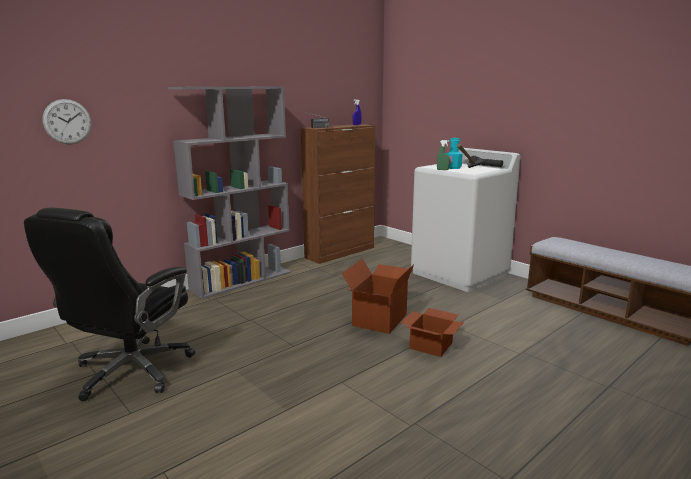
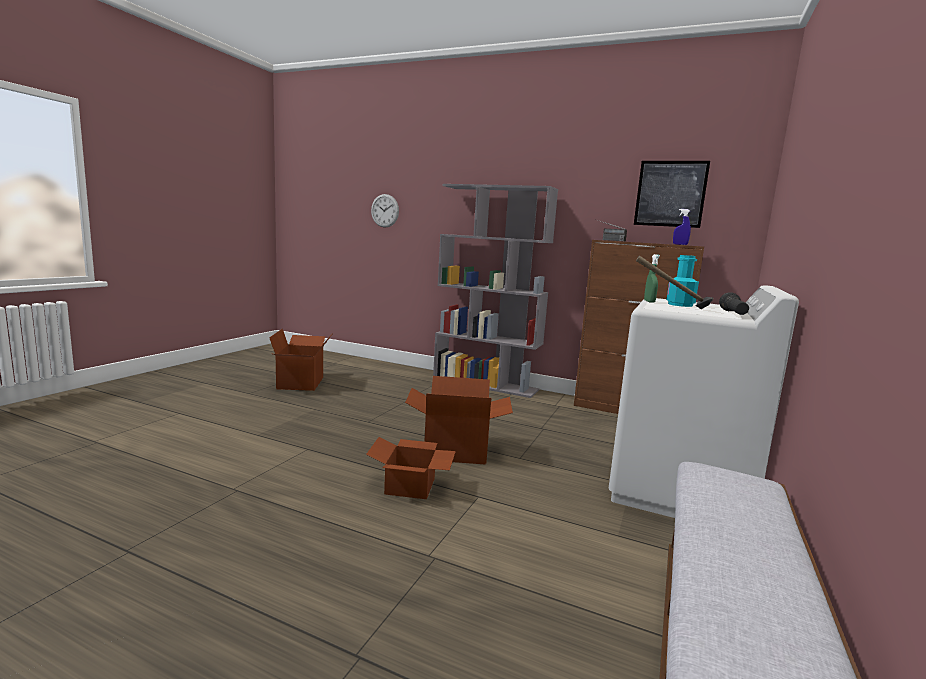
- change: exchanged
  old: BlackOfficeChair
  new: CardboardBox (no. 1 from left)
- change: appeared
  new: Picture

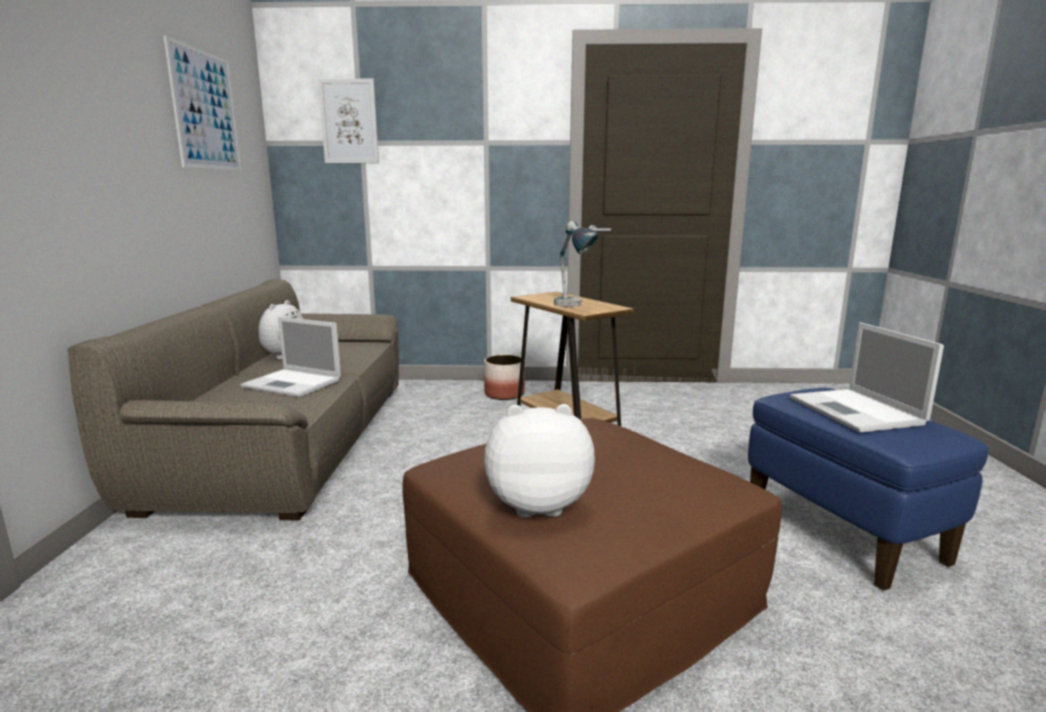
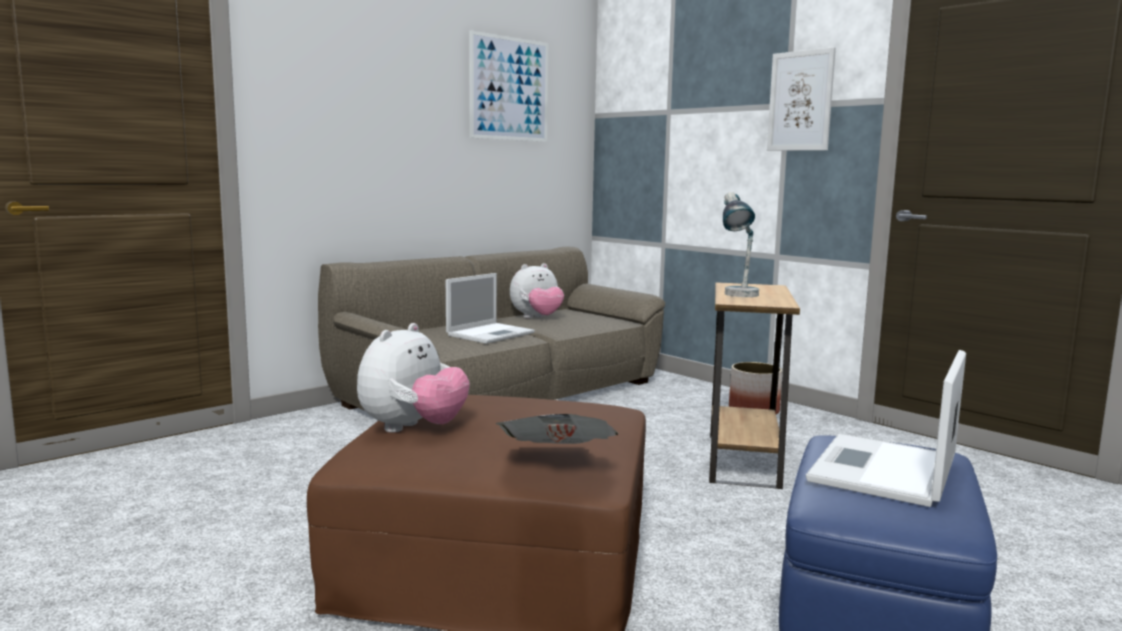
- change: spun
  old: PlushToy (no. 2 from left in the first image)
  degrees: 75
- change: spun
  old: Laptop (no. 1 from left)
  degrees: -120
- change: appeared
  new: Newspaper
- change: relocated
  old: Picture (no. 2 from left)

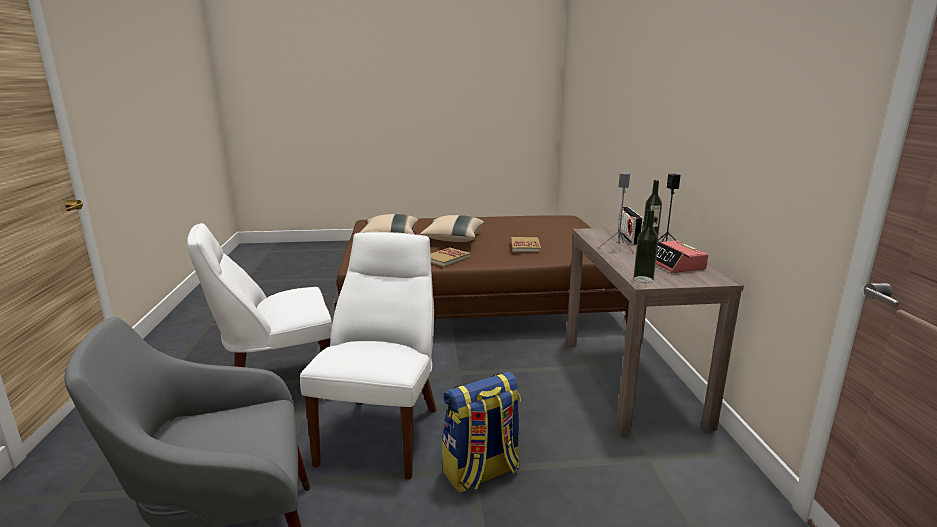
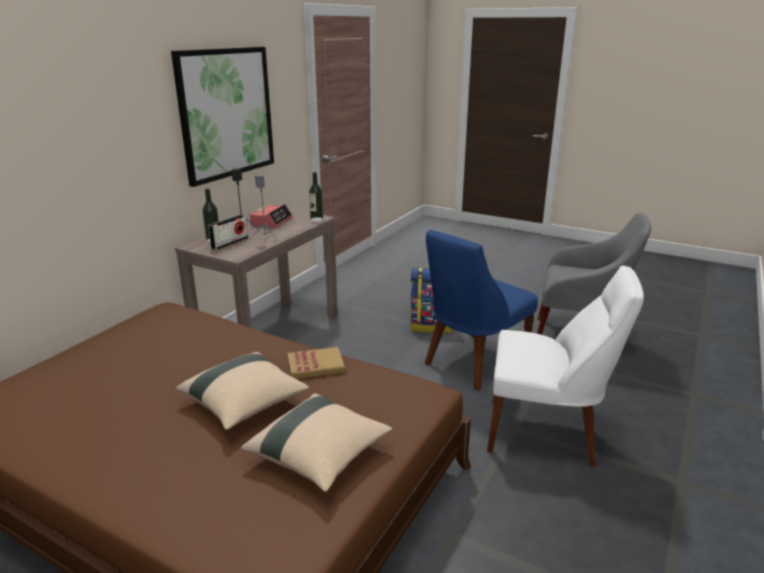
- change: appeared
  new: Picture
- change: colour
  old: WhiteChair (no. 2 from left)
  new: BlueChair
- change: missing
  old: Book (no. 2 from left)

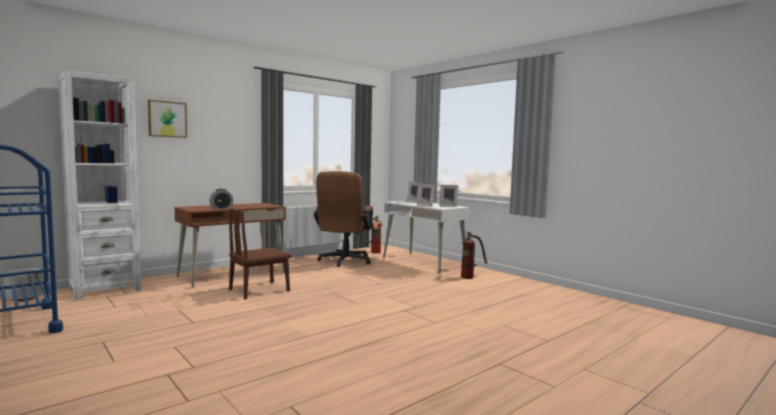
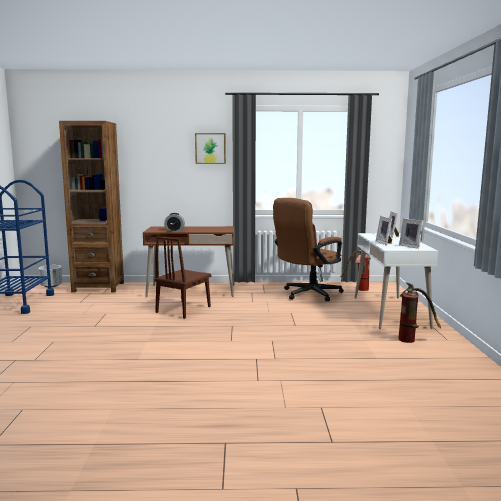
- change: colour
  old: WhiteBookcase
  new: BrownBookcase
- change: spun
  old: BrownChair
  degrees: -60
- change: relocated
  old: Picture

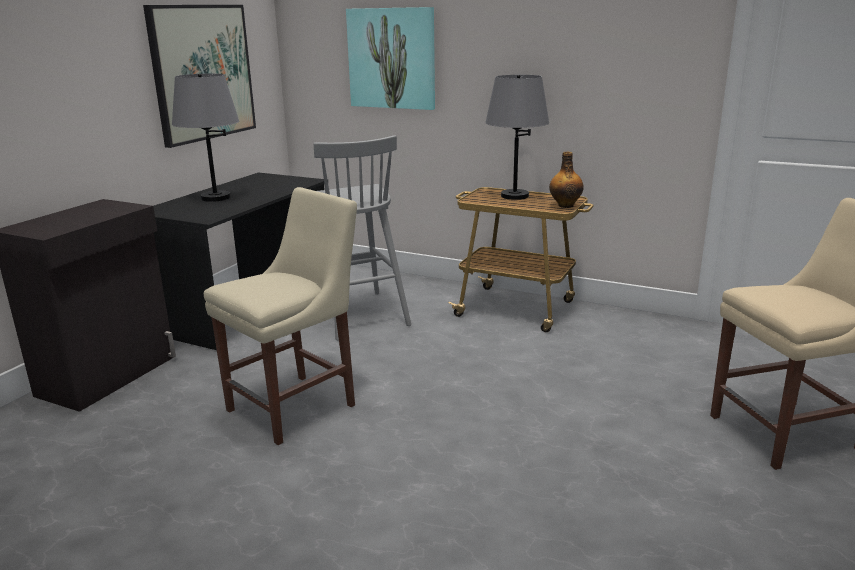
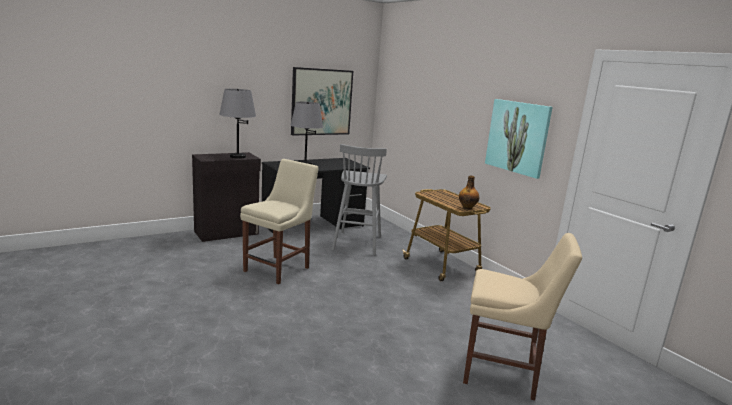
- change: relocated
  old: GreyTableLamp (no. 2 from left in the first image)
  new: GreyTableLamp (no. 1 from left)
- change: spun
  old: BeigeChair (no. 1 from left)
  degrees: -45
- change: relocated
  old: Picture (no. 2 from left)

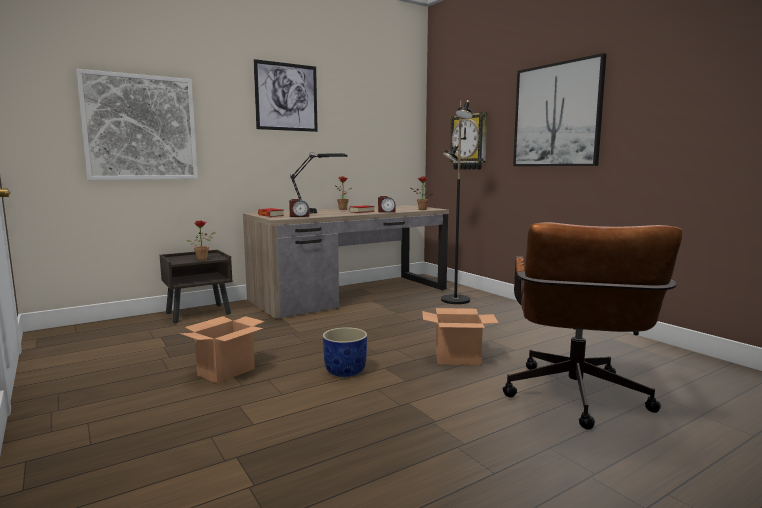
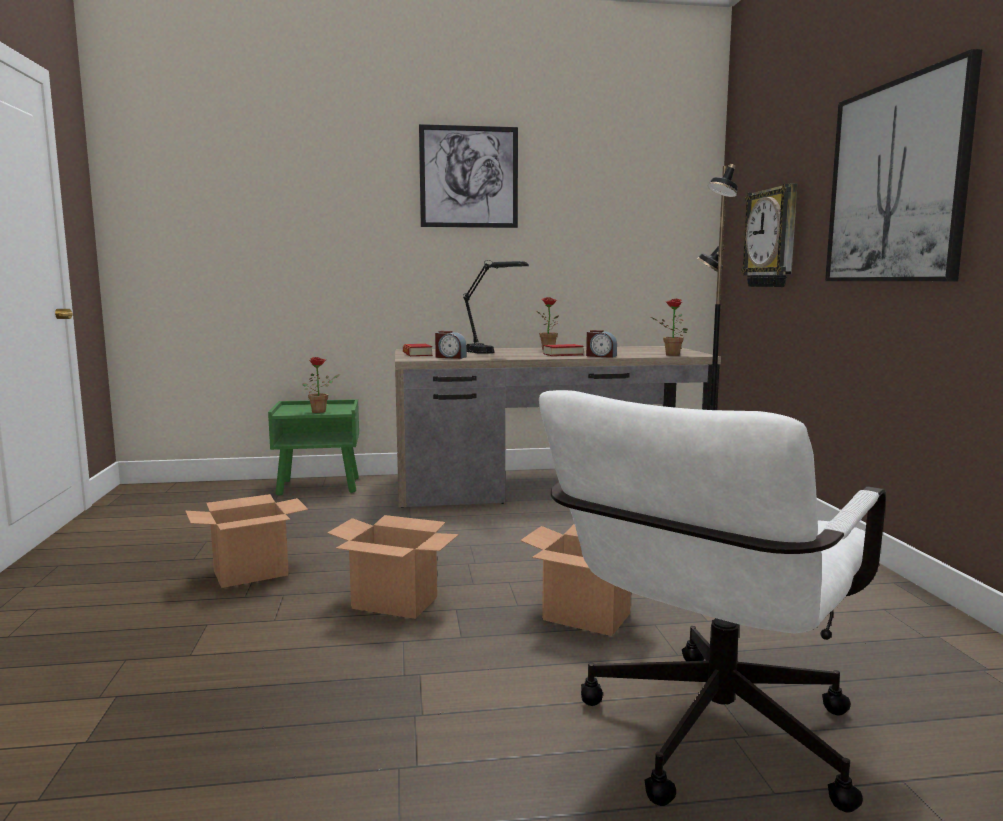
- change: colour
  old: BrownNightstand
  new: GreenNightstand
- change: exchanged
  old: BluePlanter
  new: CardboardBox (no. 2 from left)
- change: colour
  old: BrownOfficeChair
  new: WhiteOfficeChair
- change: missing
  old: Picture (no. 1 from left)

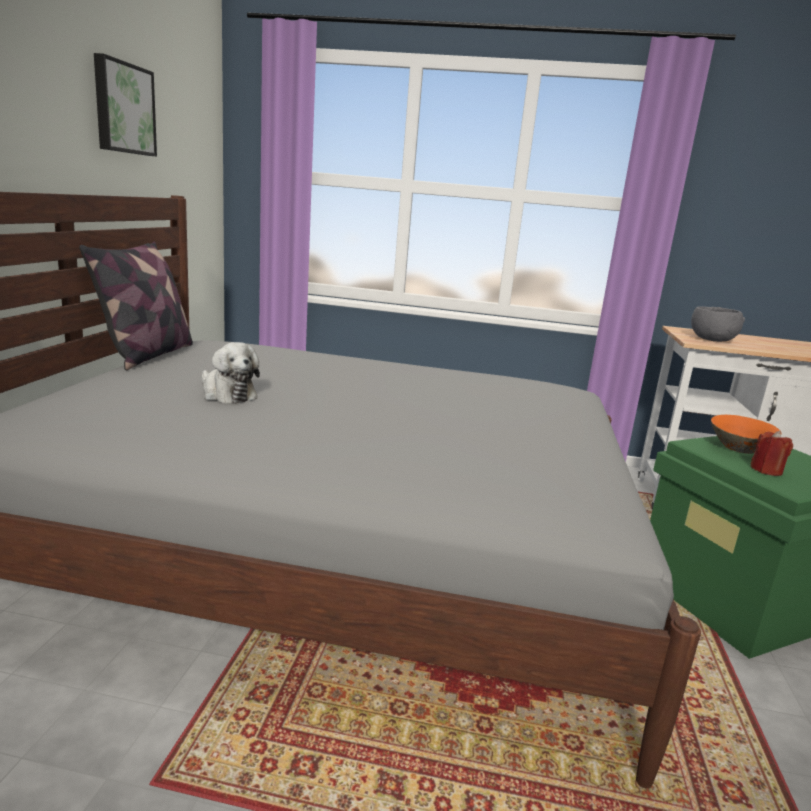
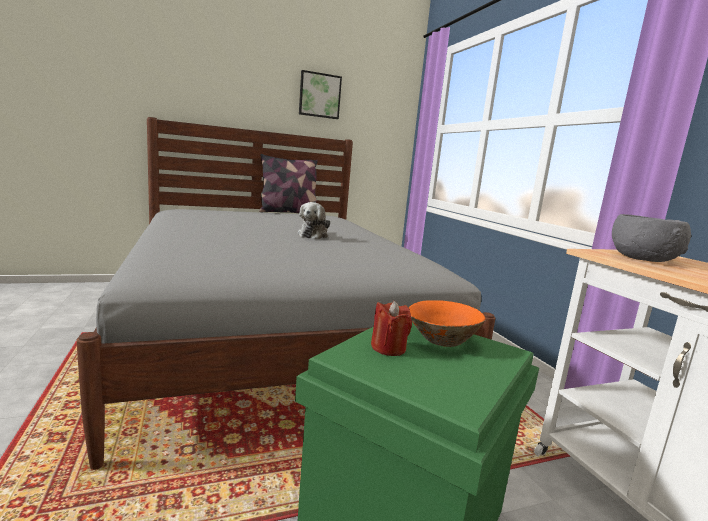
- change: relocated
  old: PlushToy

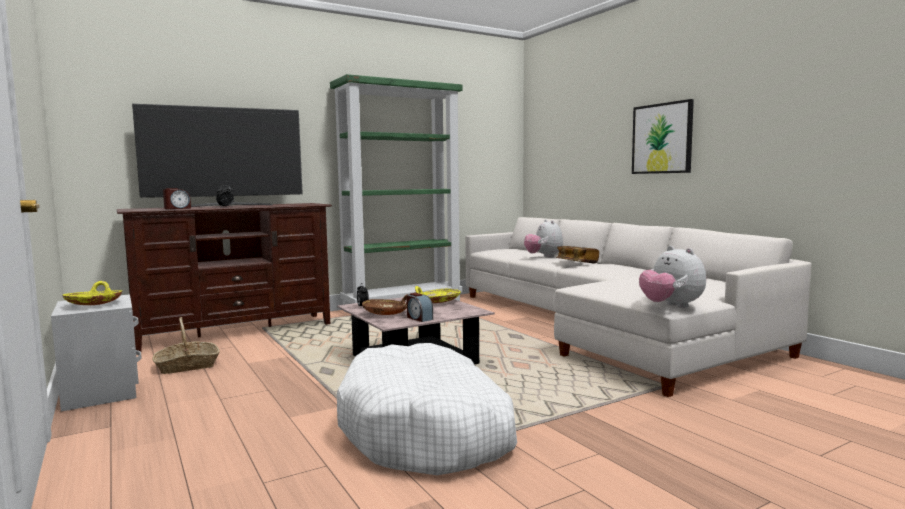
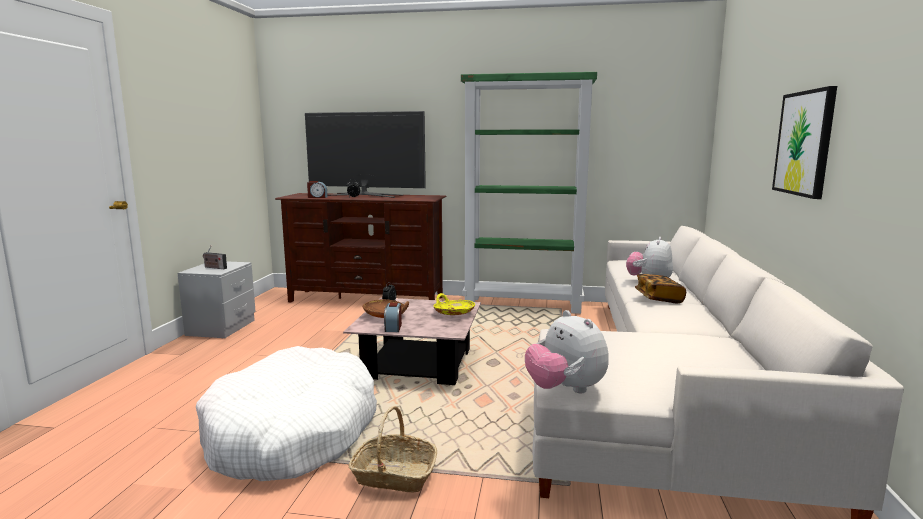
- change: exchanged
  old: YellowBowl (no. 1 from left)
  new: Radio
- change: relocated
  old: Basket
- change: spun
  old: PlushToy (no. 2 from left in the first image)
  degrees: -45

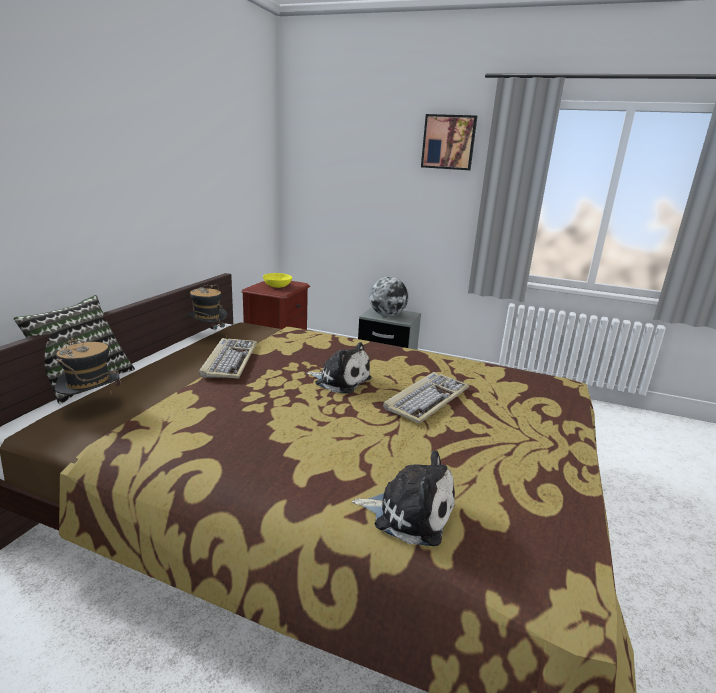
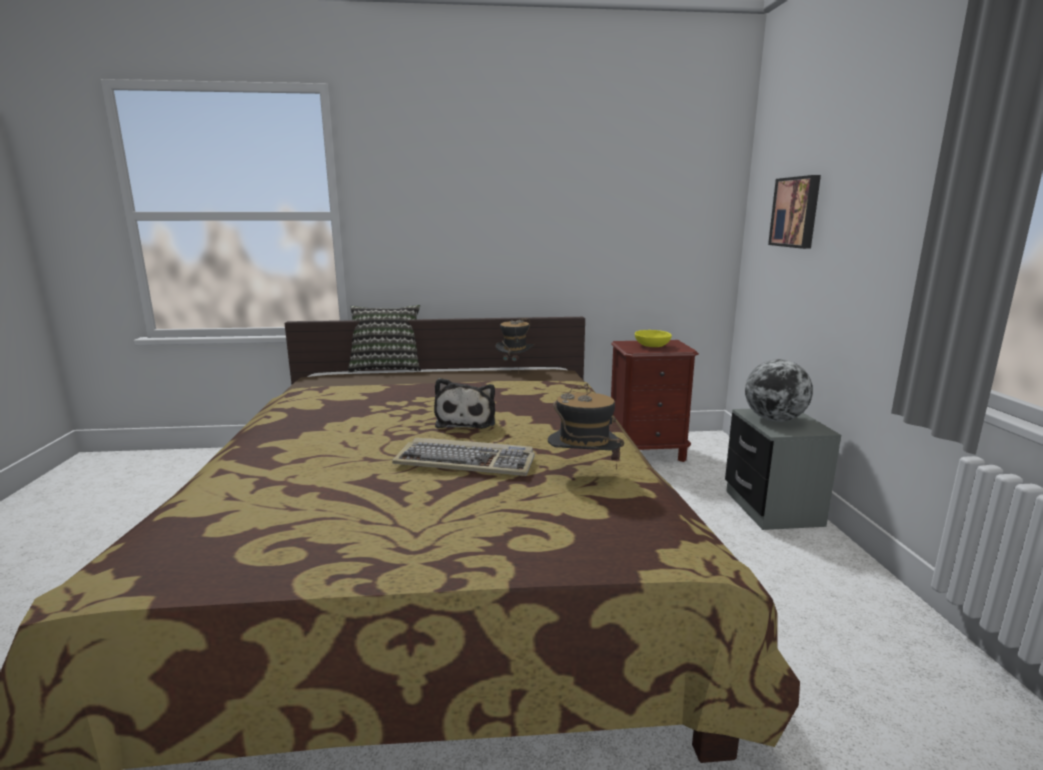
- change: relocated
  old: Hat (no. 1 from left in the first image)
  new: Hat (no. 2 from left)
- change: relocated
  old: Picture
- change: missing
  old: Keyboard (no. 1 from left)
- change: missing
  old: PlushToy (no. 2 from left)

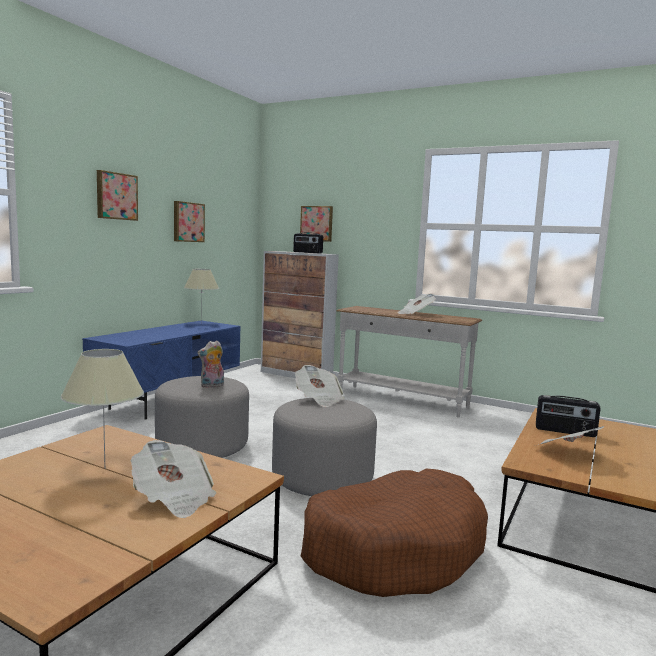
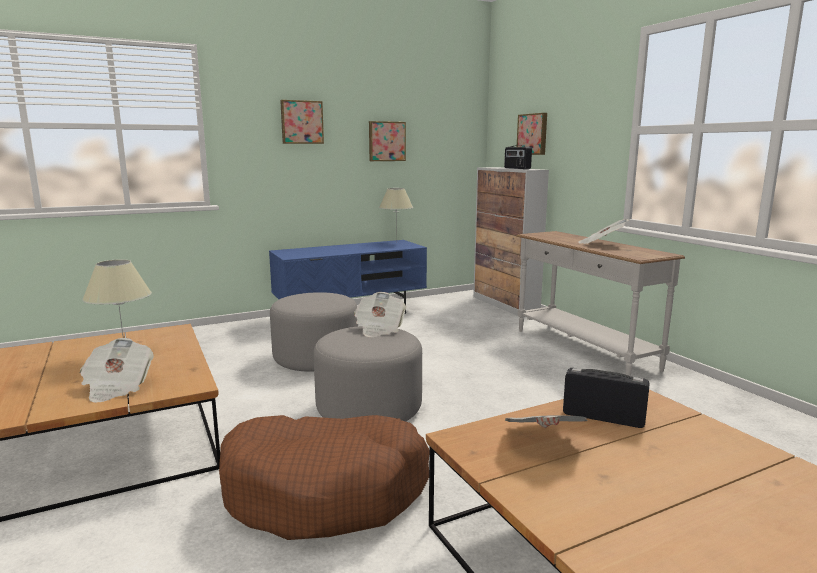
- change: spun
  old: Radio (no. 2 from left)
  degrees: 150
- change: missing
  old: PlushToy

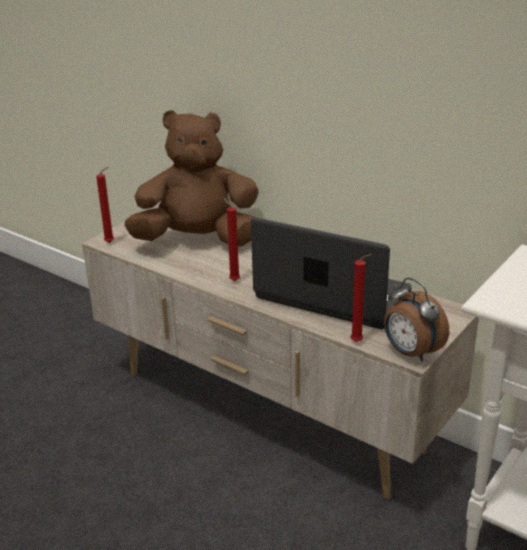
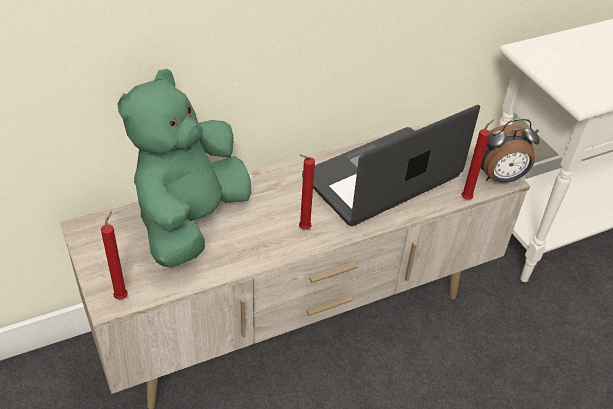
- change: colour
  old: BrownPlushToy
  new: GreenPlushToy

